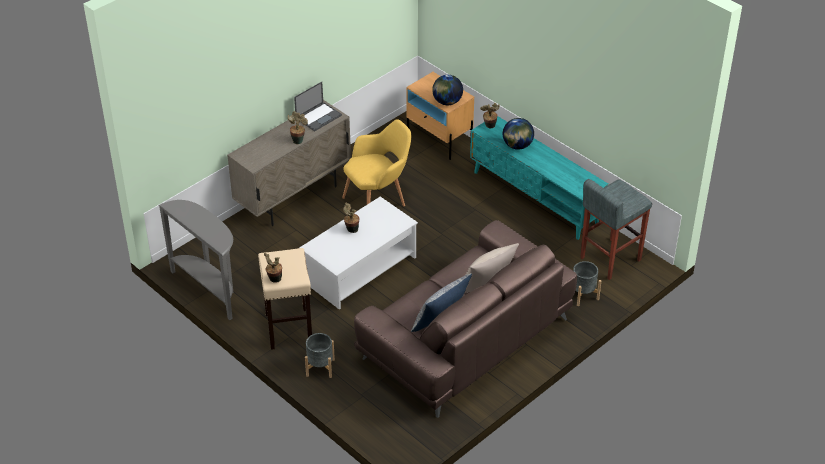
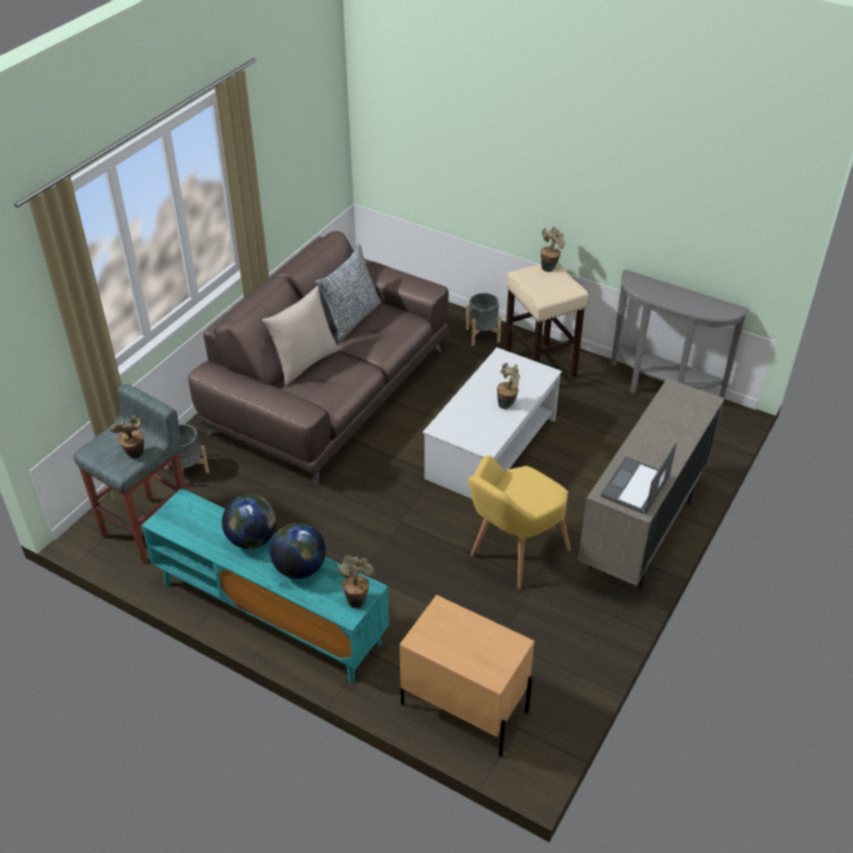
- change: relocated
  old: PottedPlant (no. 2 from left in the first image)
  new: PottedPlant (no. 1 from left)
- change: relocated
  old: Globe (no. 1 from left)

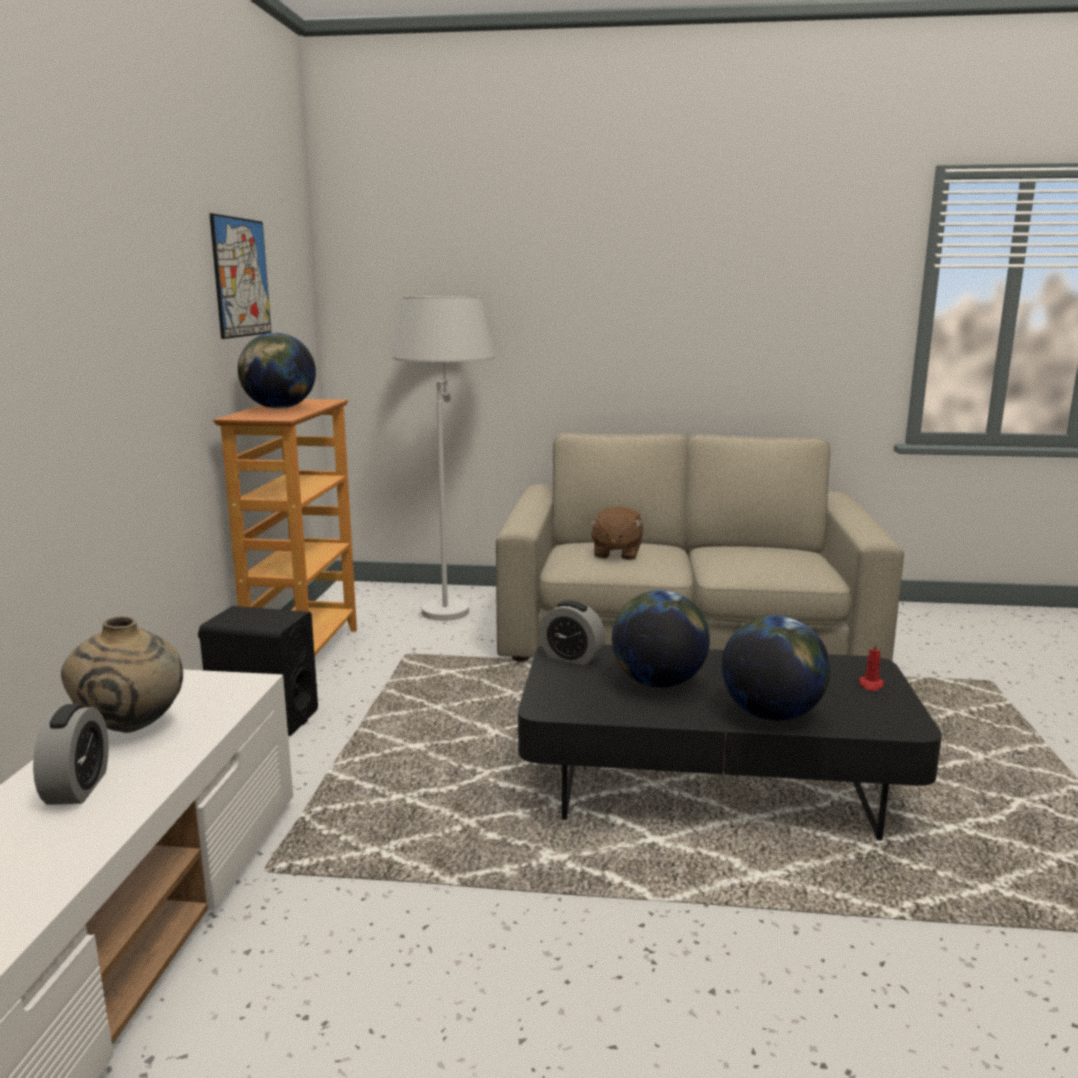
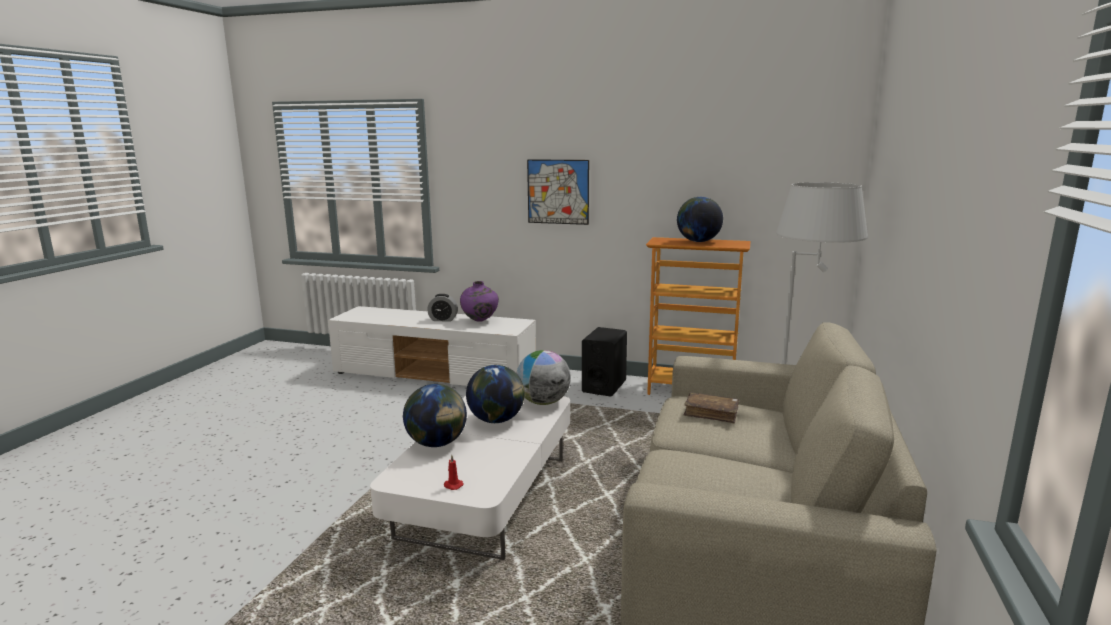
- change: colour
  old: BlackCoffeeTable
  new: WhiteCoffeeTable
- change: colour
  old: BeigeVase
  new: PurpleVase
- change: exchanged
  old: AlarmClock (no. 2 from left)
  new: Globe (no. 3 from left)
- change: relocated
  old: Picture
- change: exchanged
  old: BrownPlushToy
  new: BrownBook

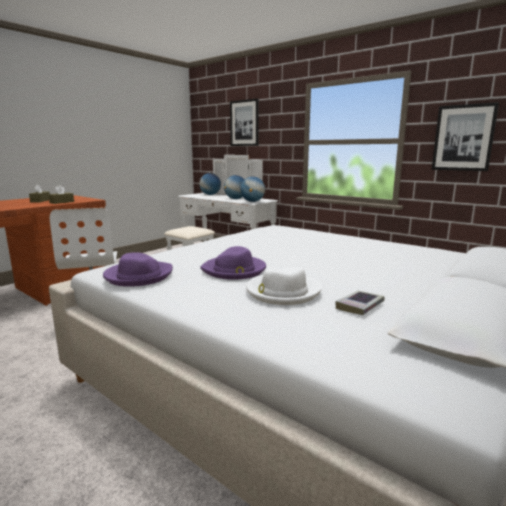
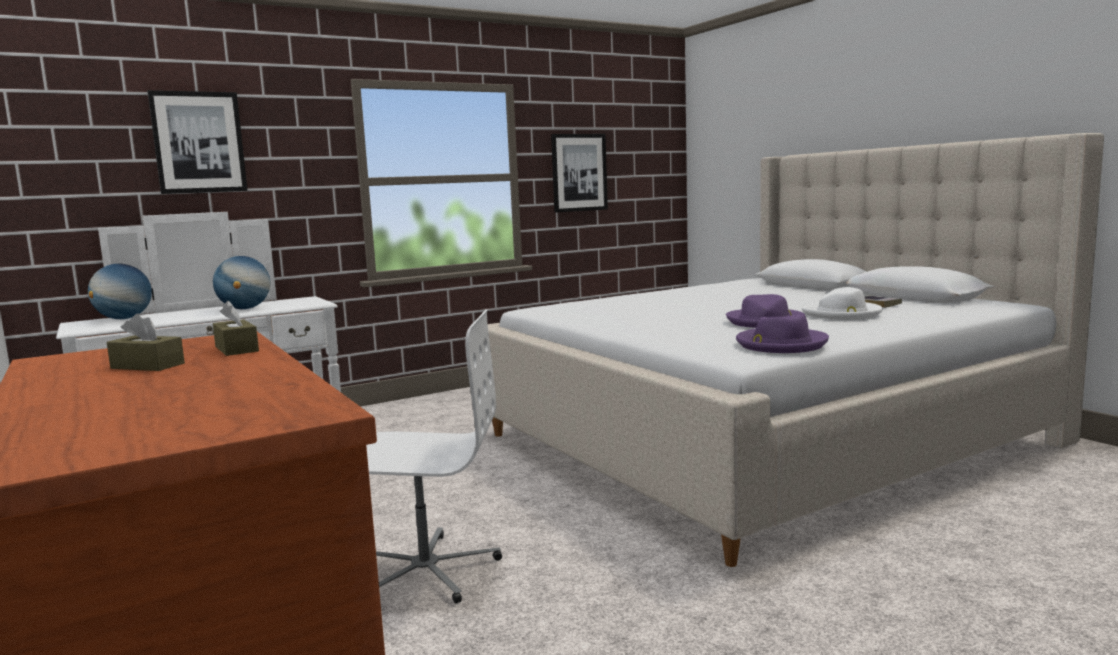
- change: missing
  old: Globe (no. 3 from left)

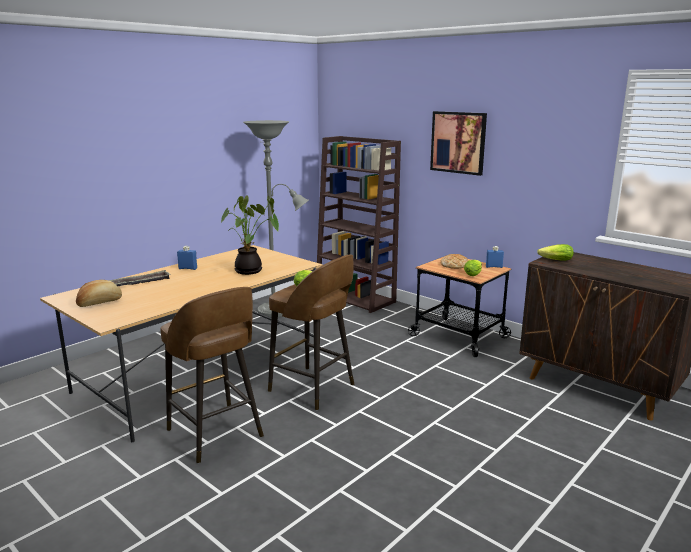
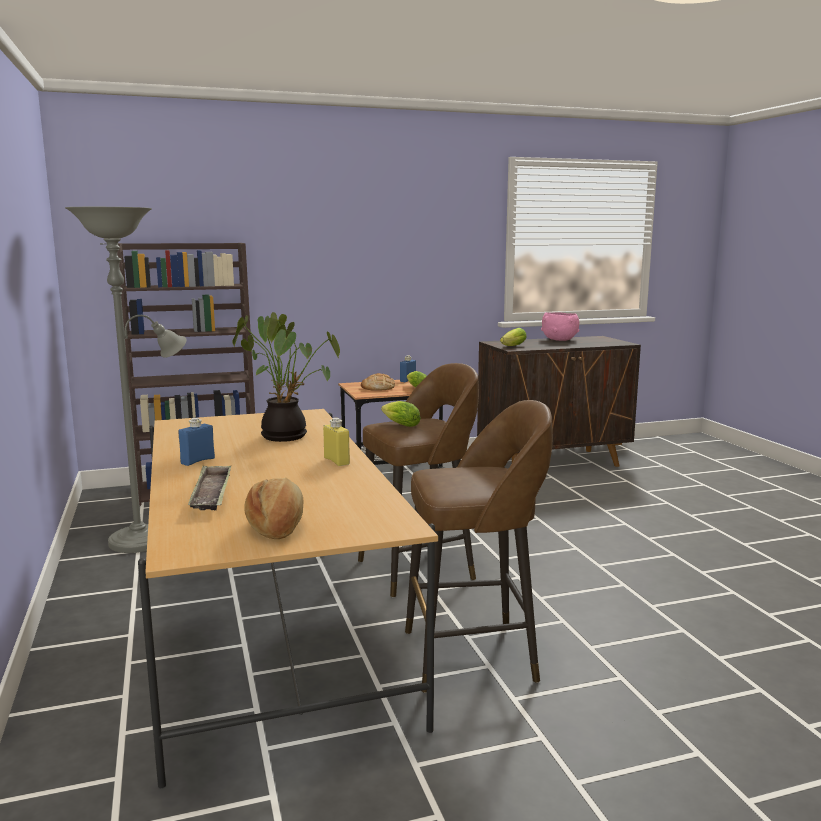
- change: appeared
  new: YellowBottle
- change: appeared
  new: PinkBowl
- change: missing
  old: Picture

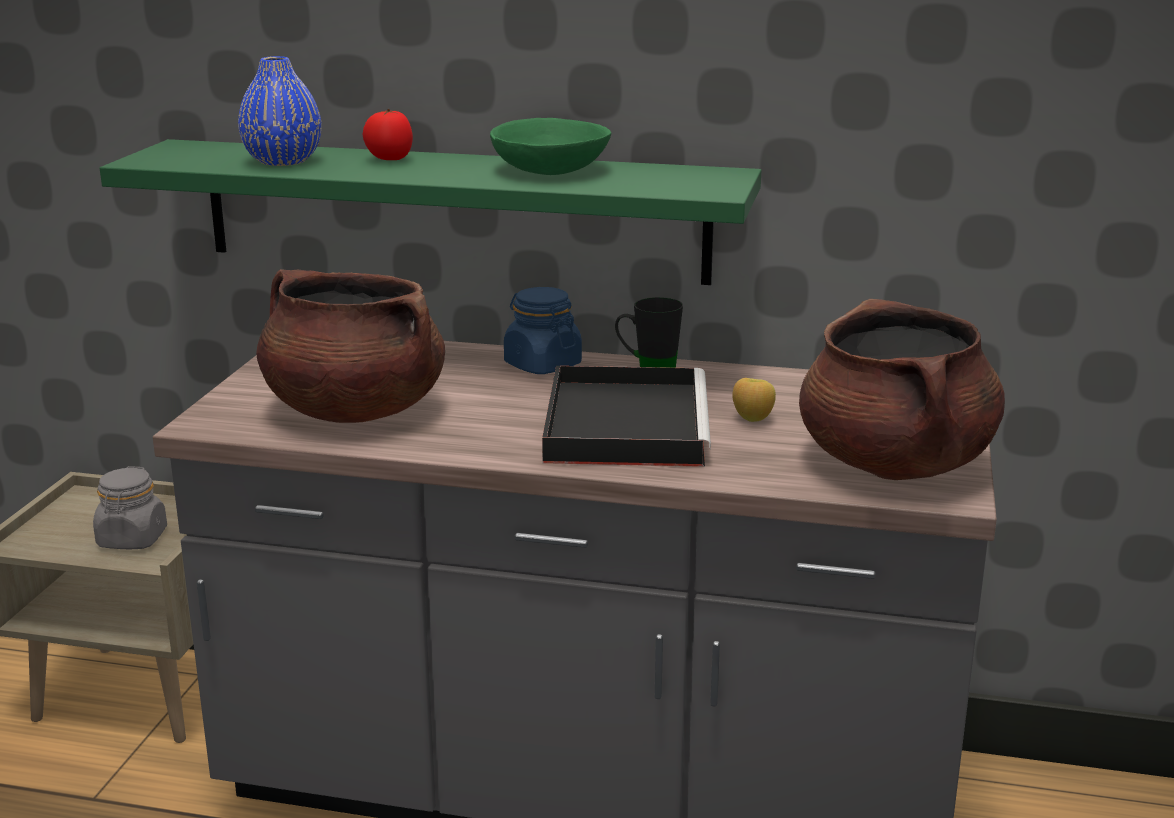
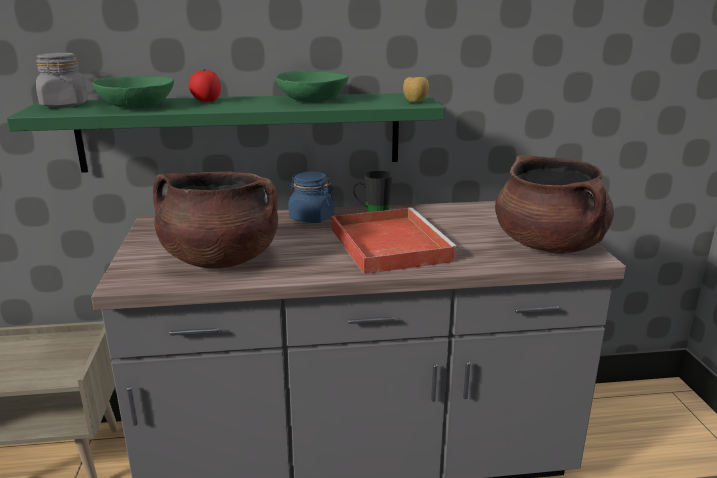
- change: relocated
  old: GreyJar
- change: exchanged
  old: BlueVase
  new: GreenBowl (no. 1 from left)
- change: colour
  old: BlackTray
  new: RedTray
- change: relocated
  old: Apple

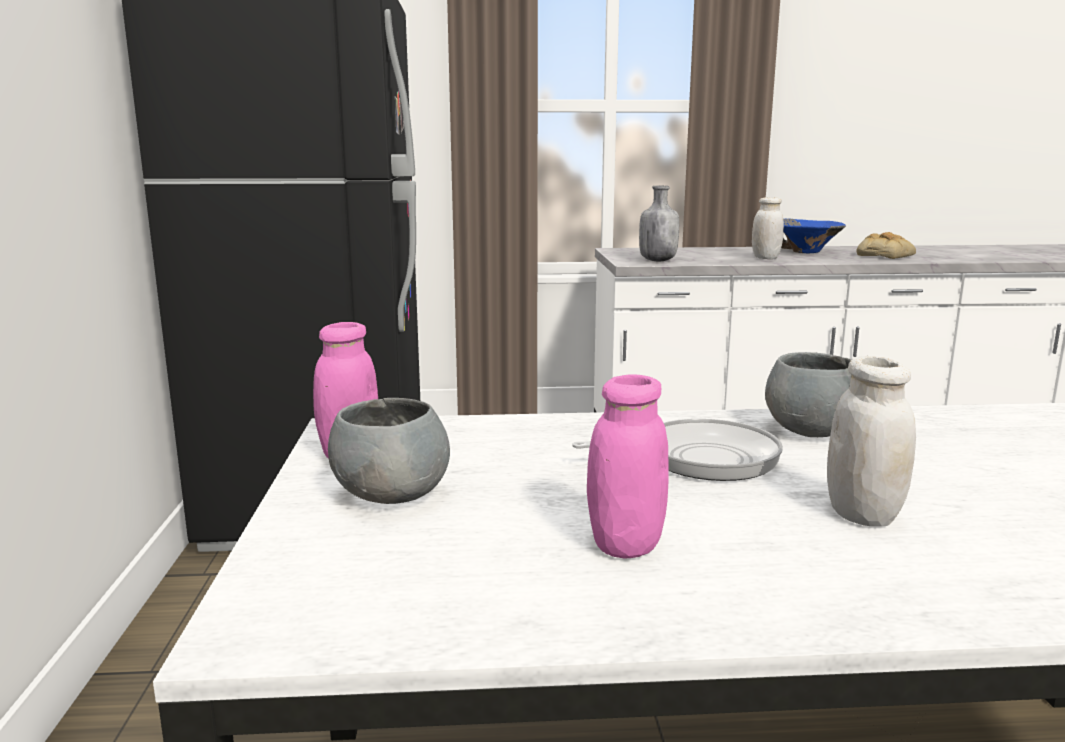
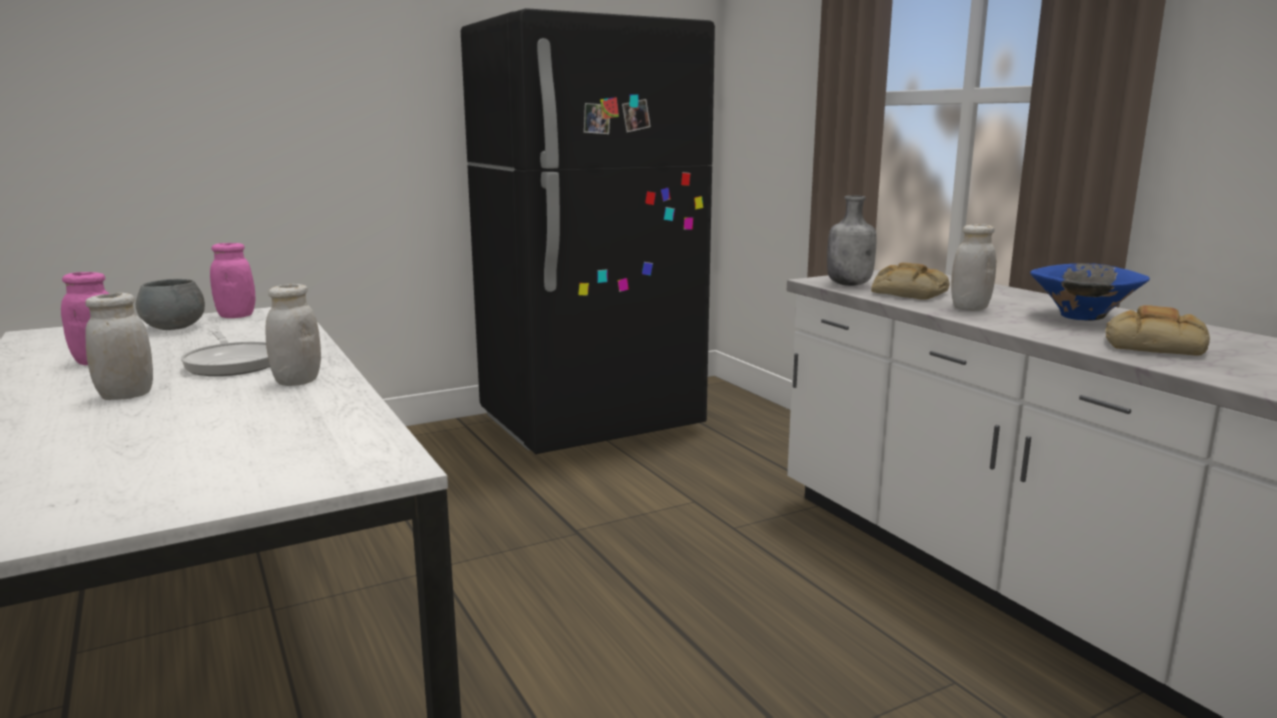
- change: exchanged
  old: GreyBowl (no. 2 from left)
  new: WhiteJar (no. 2 from left)
- change: appeared
  new: Bread (no. 1 from left)

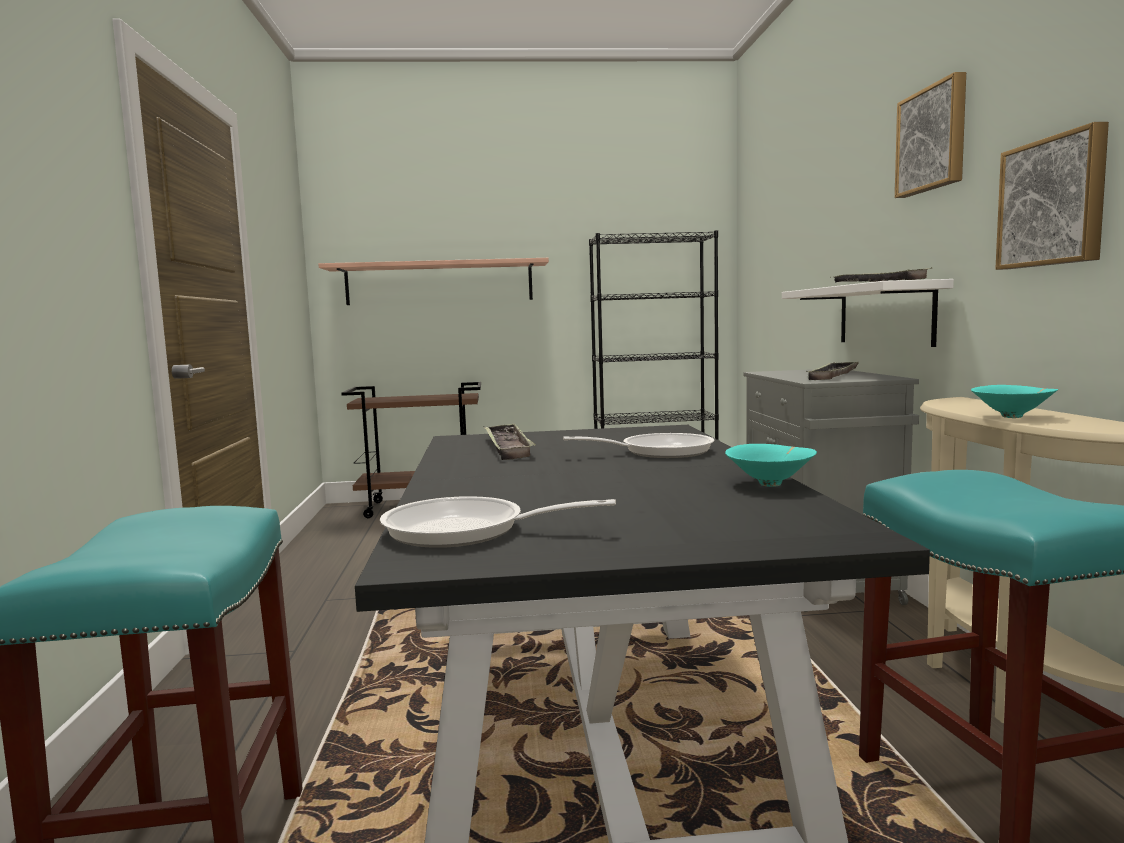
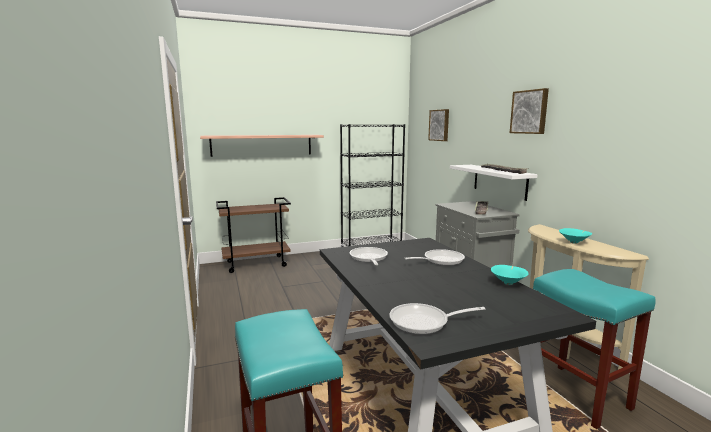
- change: exchanged
  old: Tray (no. 1 from left)
  new: FryingPan (no. 1 from left)
- change: relocated
  old: Picture (no. 2 from left in the first image)
  new: Picture (no. 1 from left)

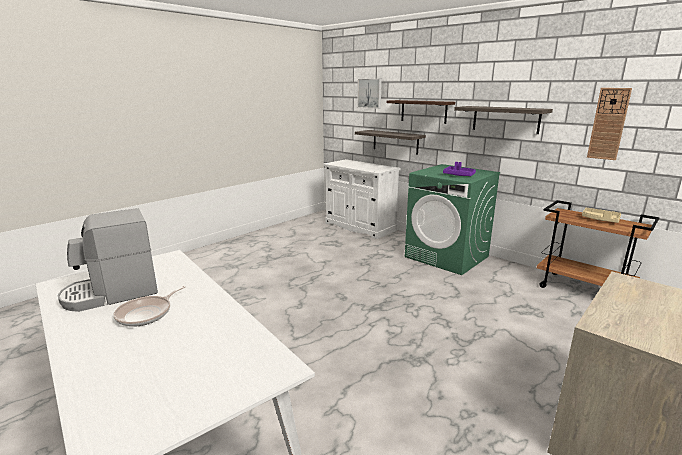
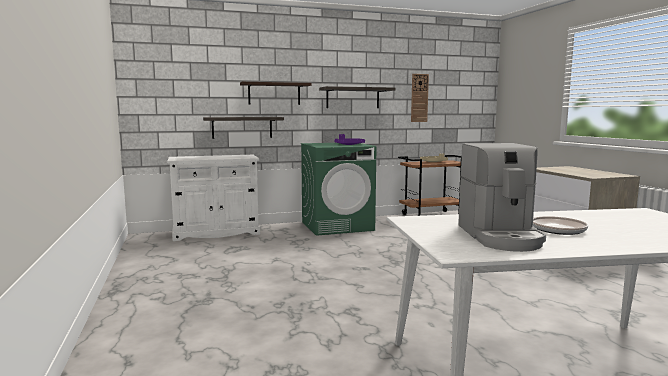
- change: missing
  old: Picture

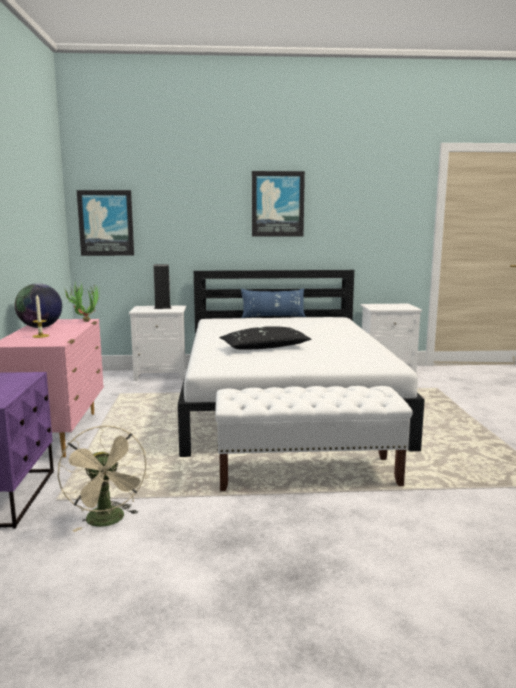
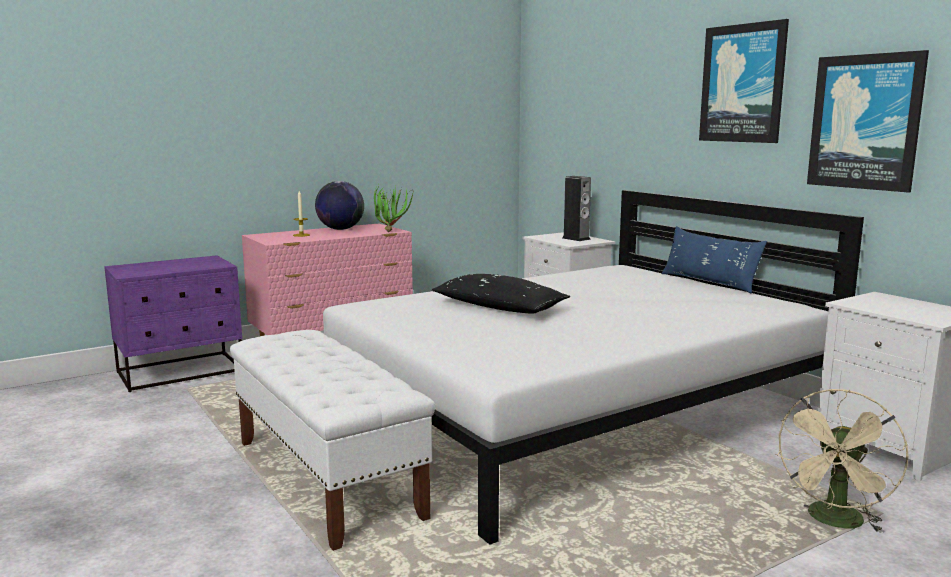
- change: relocated
  old: BeigeFan
- change: relocated
  old: Picture (no. 1 from left in the first image)
  new: Picture (no. 2 from left)

